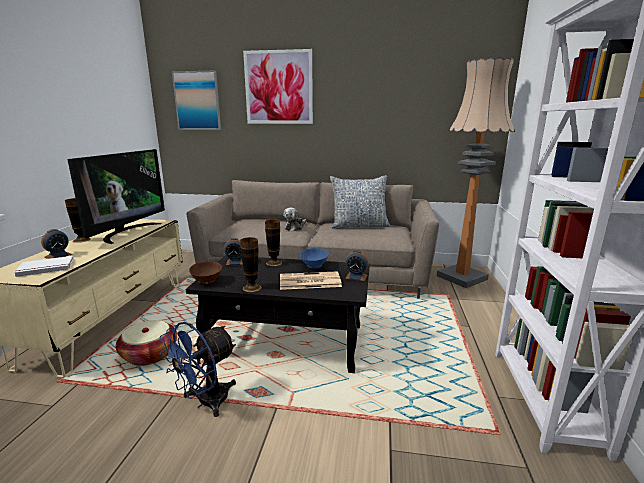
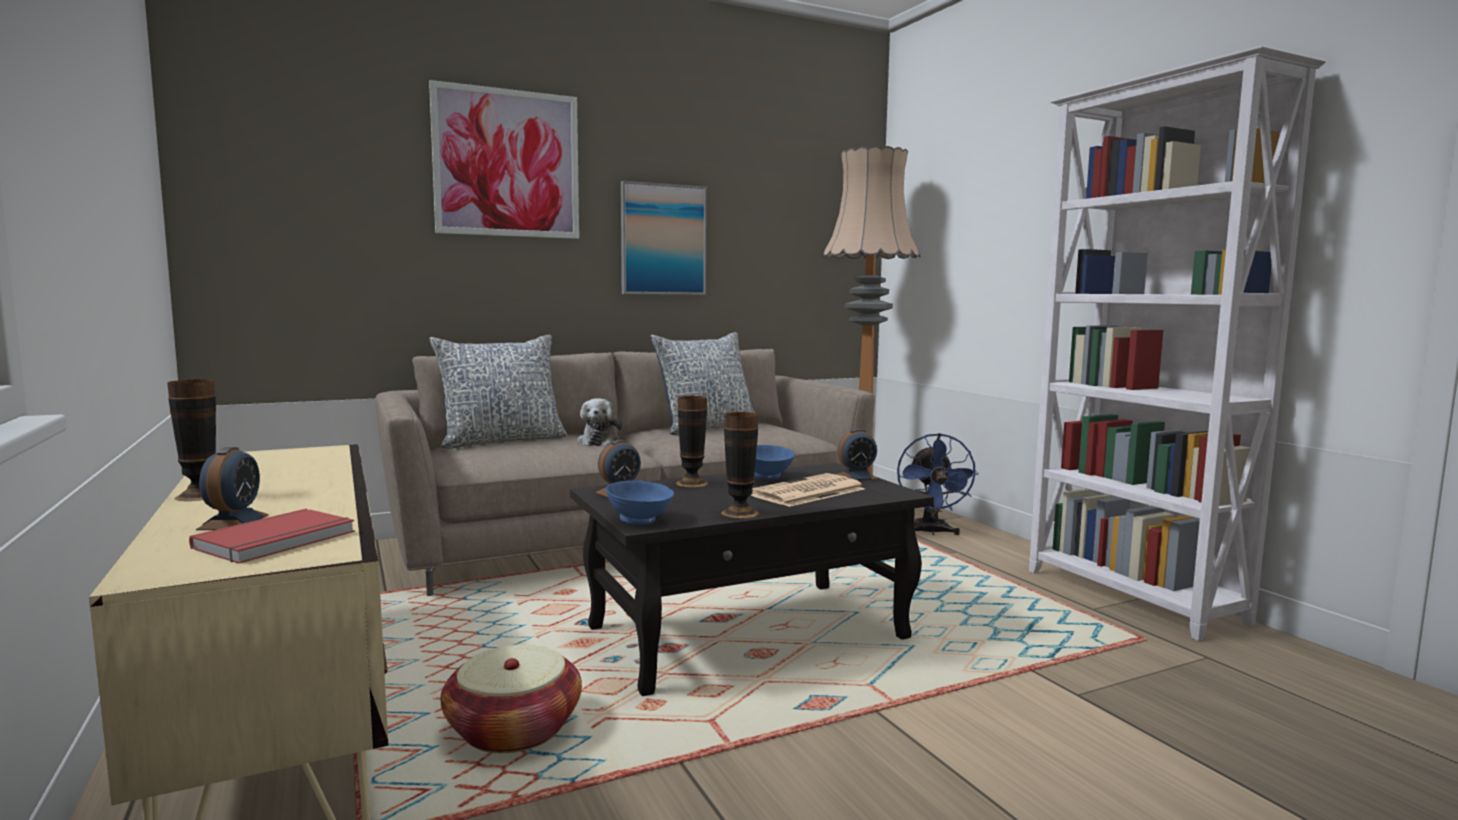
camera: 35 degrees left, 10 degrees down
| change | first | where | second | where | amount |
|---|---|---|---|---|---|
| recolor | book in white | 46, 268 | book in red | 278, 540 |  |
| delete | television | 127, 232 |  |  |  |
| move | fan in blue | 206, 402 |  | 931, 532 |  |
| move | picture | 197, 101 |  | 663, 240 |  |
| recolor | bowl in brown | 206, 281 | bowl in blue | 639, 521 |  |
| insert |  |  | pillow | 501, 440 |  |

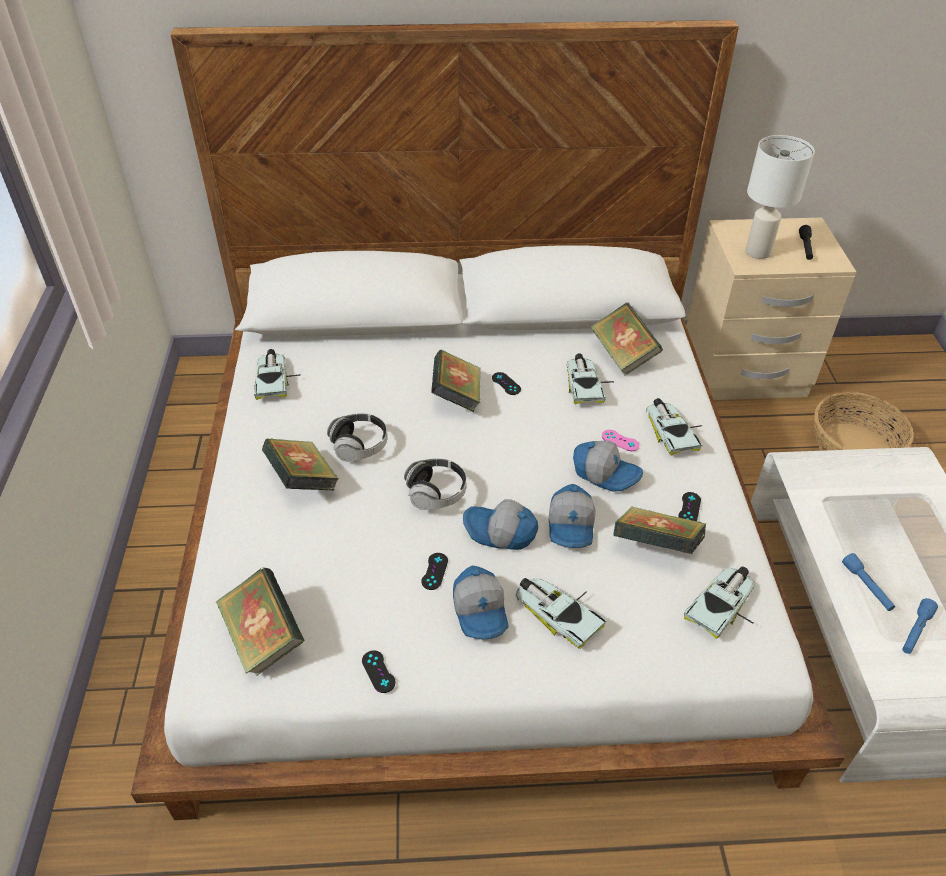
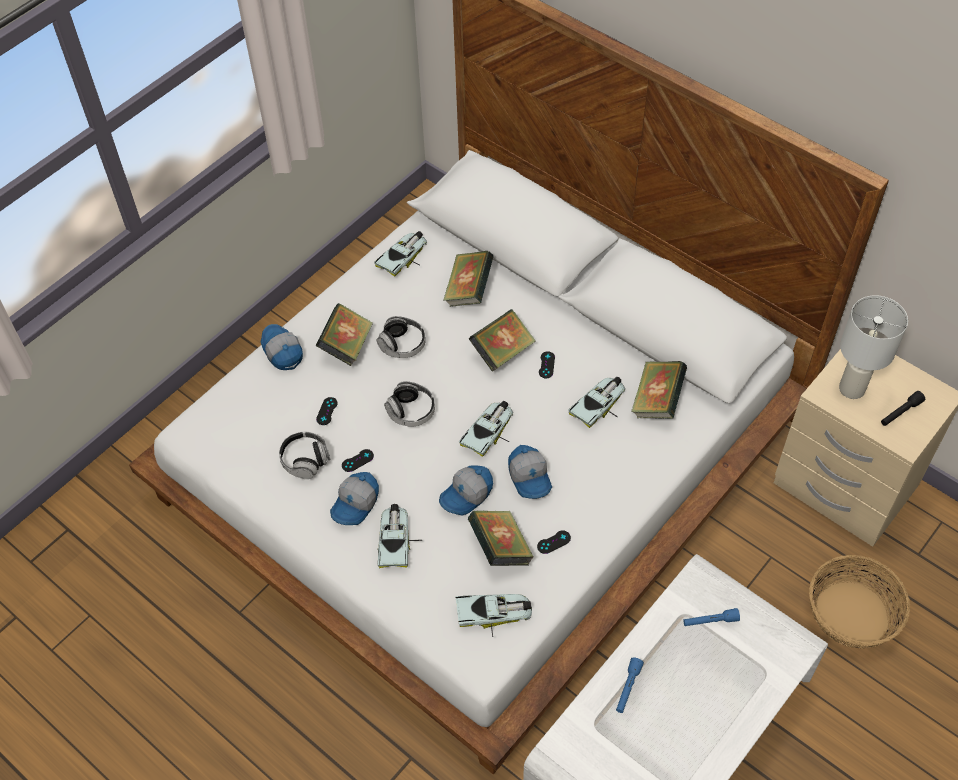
camera: 45 degrees right, 10 degrees up
| change | first | where | second | where | amount |
|---|---|---|---|---|---|
| move | book | 264, 637 |  | 468, 290 |  |
| move | game controller in black | 378, 671 |  | 327, 411 |  |
| move | cap | 500, 532 |  | 281, 352 |  |
| delete | game controller in pink | 620, 440 |  |  |  |
| move | toy car | 671, 431 |  | 489, 430 |  |
| move | flashlight in blue | 915, 631 |  | 710, 621 |  |
| insert |  |  | headphones | 305, 460 |  |

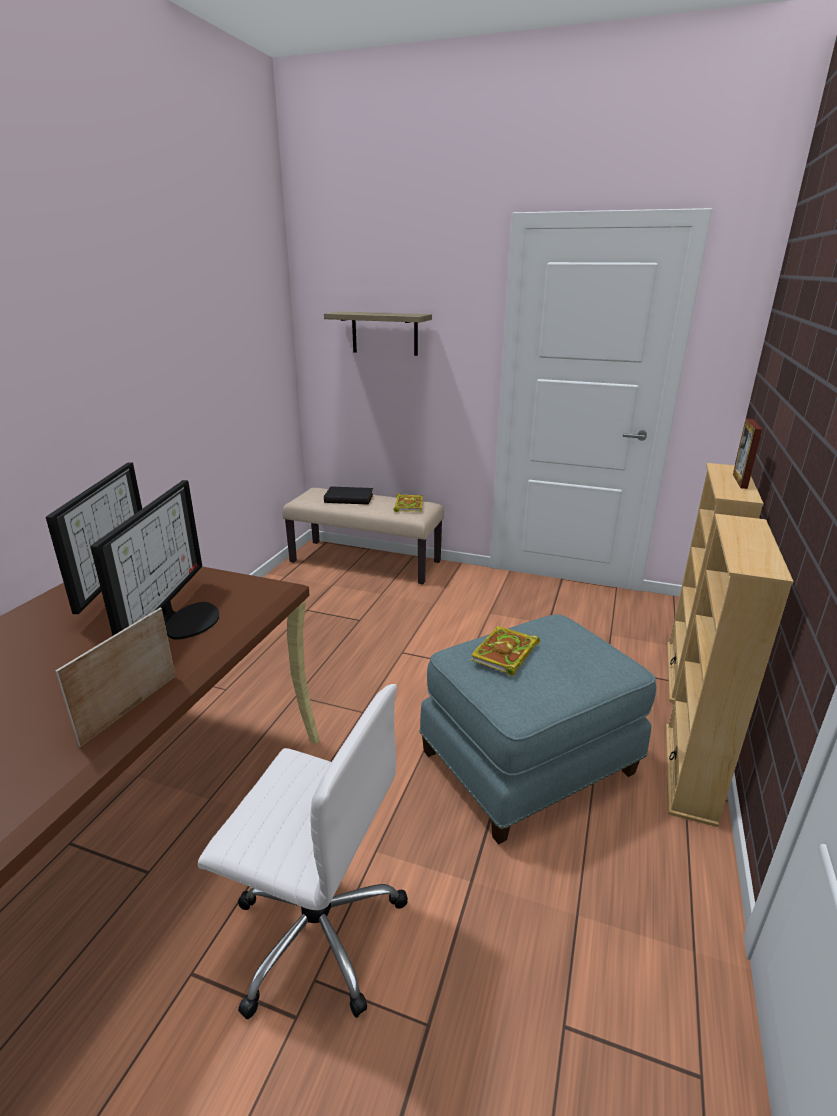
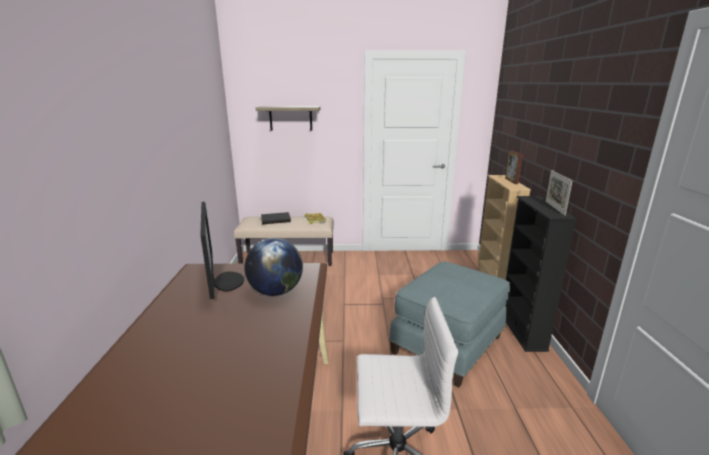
camera: 20 degrees left, 5 degrees down
| change | first | where | second | where | amount |
|---|---|---|---|---|---|
| move | picture frame | 131, 708 |  | 554, 208 |  |
| replace | monitor | 185, 619 | globe | 276, 292 |  |
| delete | book | 505, 654 |  |  |  |
| recolor | bookcase in beige | 689, 772 | bookcase in black | 522, 330 |  |

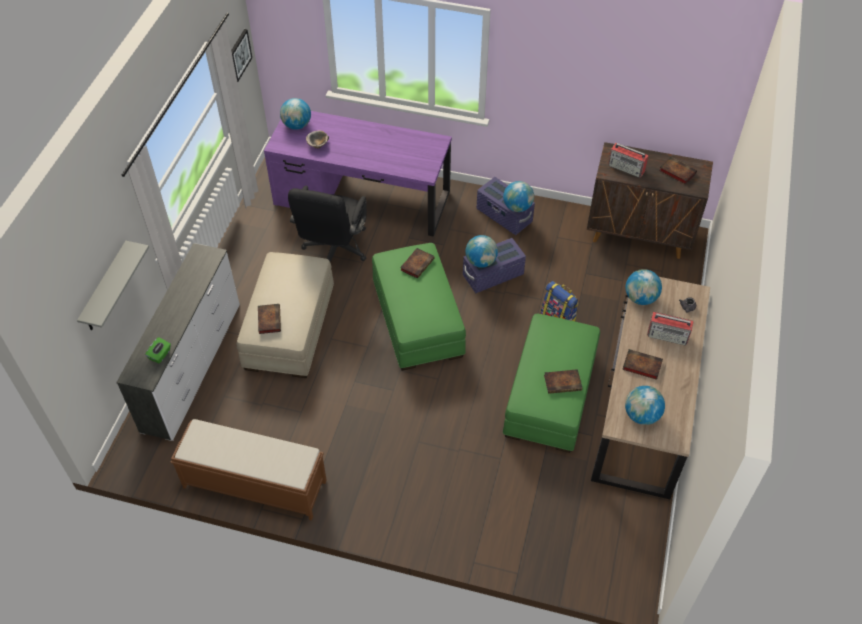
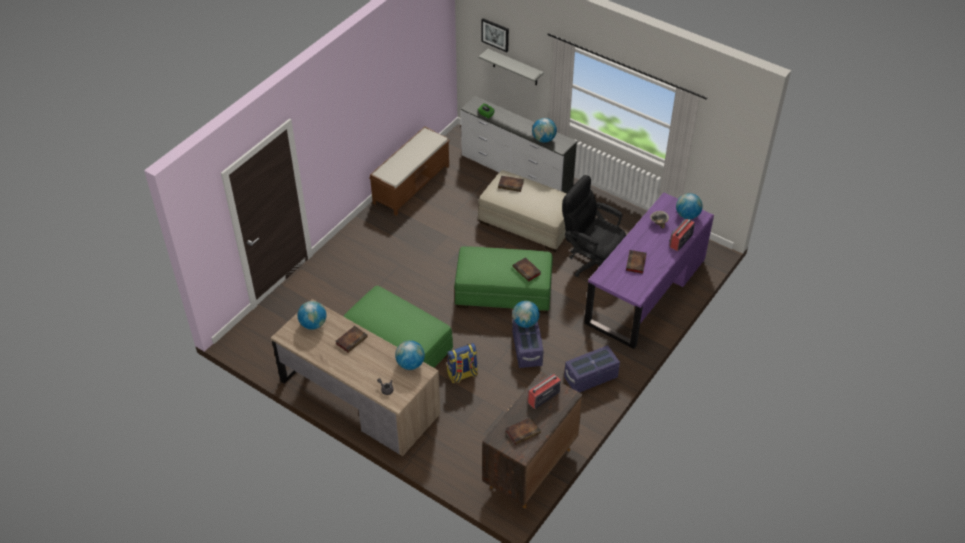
camera: 110 degrees right, 5 degrees down
| change | first | where | second | where | amount |
|---|---|---|---|---|---|
| move | picture | 239, 55 |  | 495, 34 |  |
| move | globe | 517, 207 |  | 543, 139 |  |
| move | book | 563, 382 |  | 636, 263 |  |
| move | radio | 668, 335 |  | 680, 241 |  |

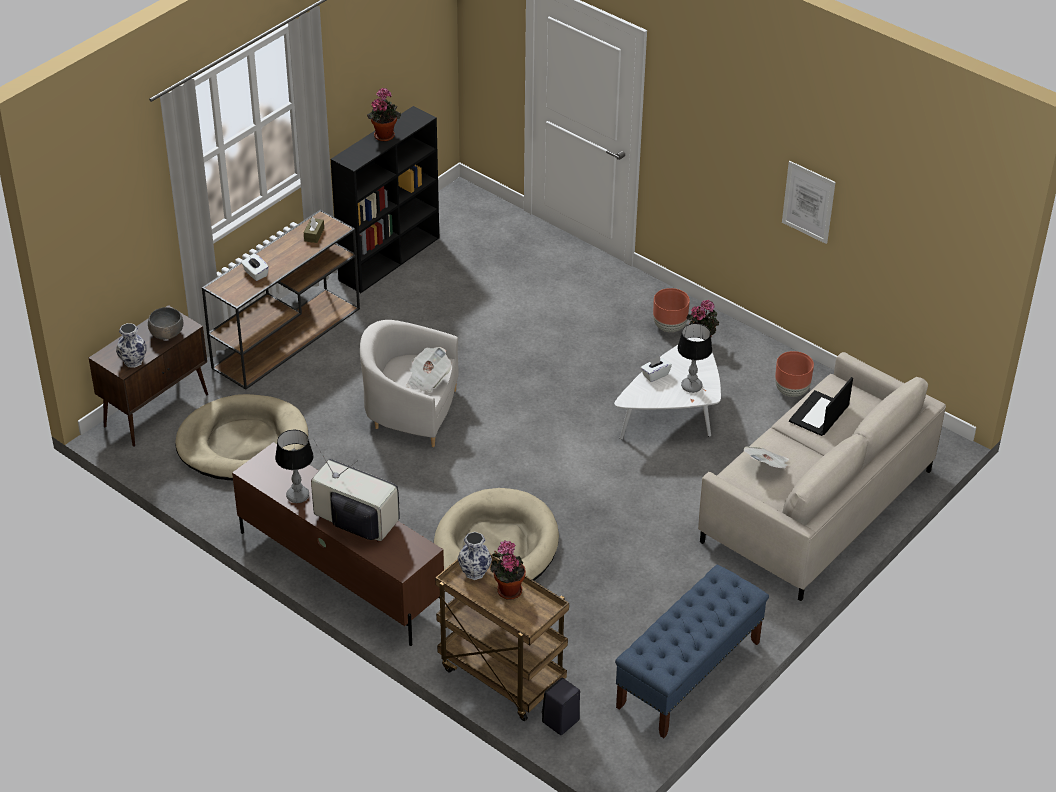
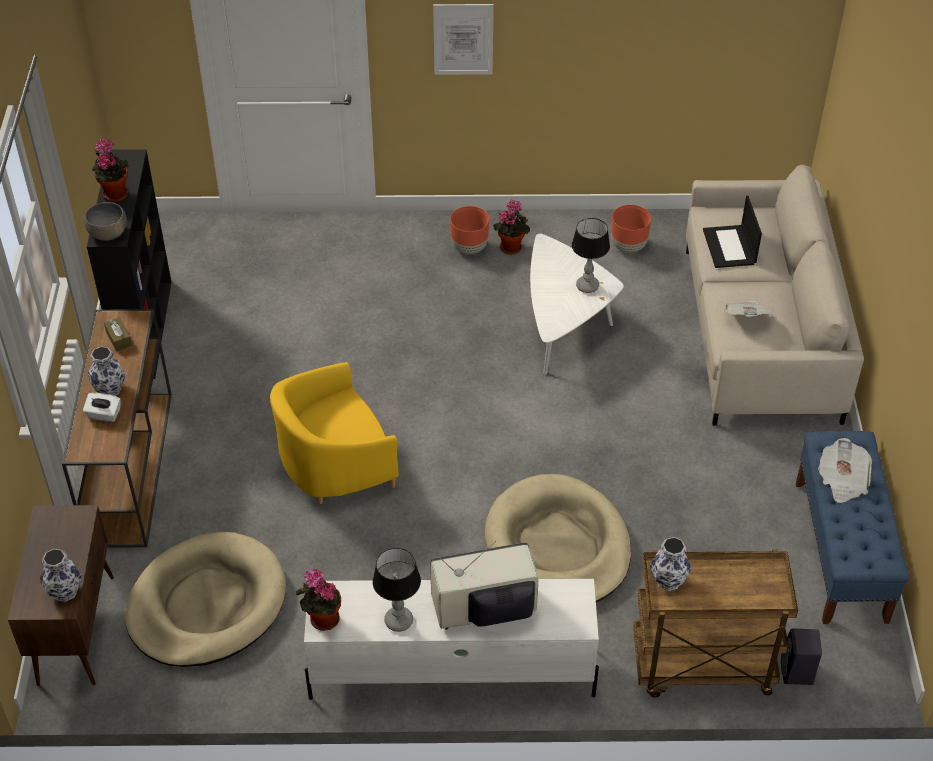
camera: 40 degrees left, 5 degrees up
| change | first | where | second | where | amount |
|---|---|---|---|---|---|
| move | bowl in grey | 166, 333 |  | 108, 233 |  |
| recolor | tv stand in brown | 339, 573 | tv stand in white | 450, 671 |  |
| recolor | armchair in white | 410, 412 | armchair in yellow | 335, 466 |  |
| move | newspaper | 427, 379 |  | 842, 481 |  |
| move | potted plant | 507, 589 |  | 321, 619 |  |
| delete | tissue box in white | 655, 375 |  |  |  |
| move | picture | 808, 202 |  | 463, 39 |  |
| insert |  |  | vase | 110, 389 |  |

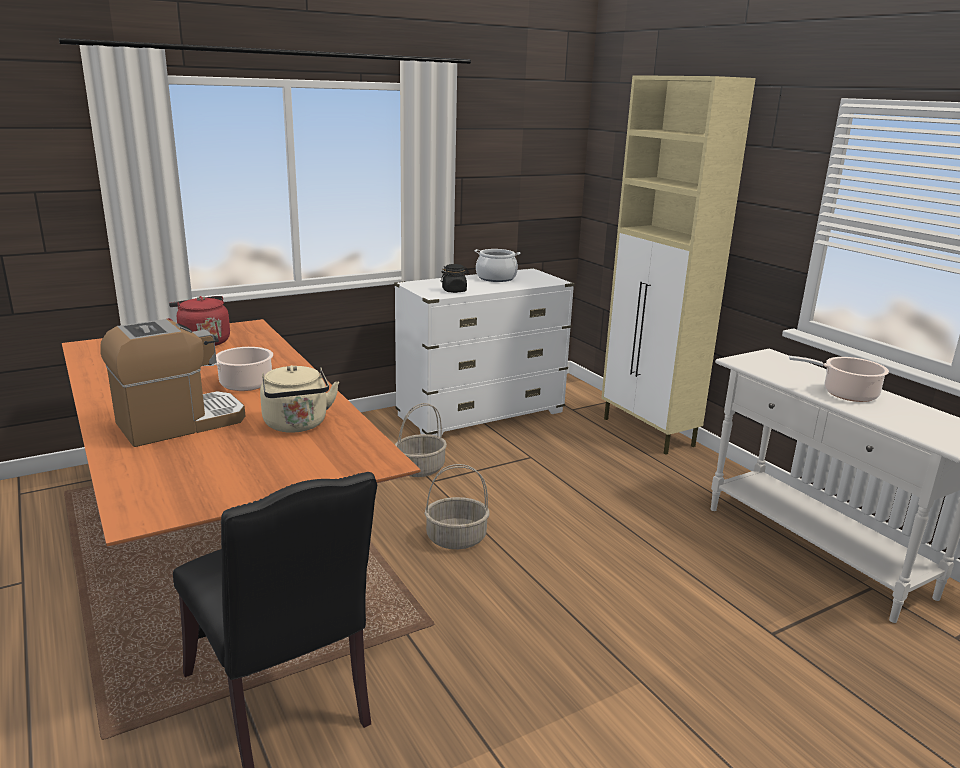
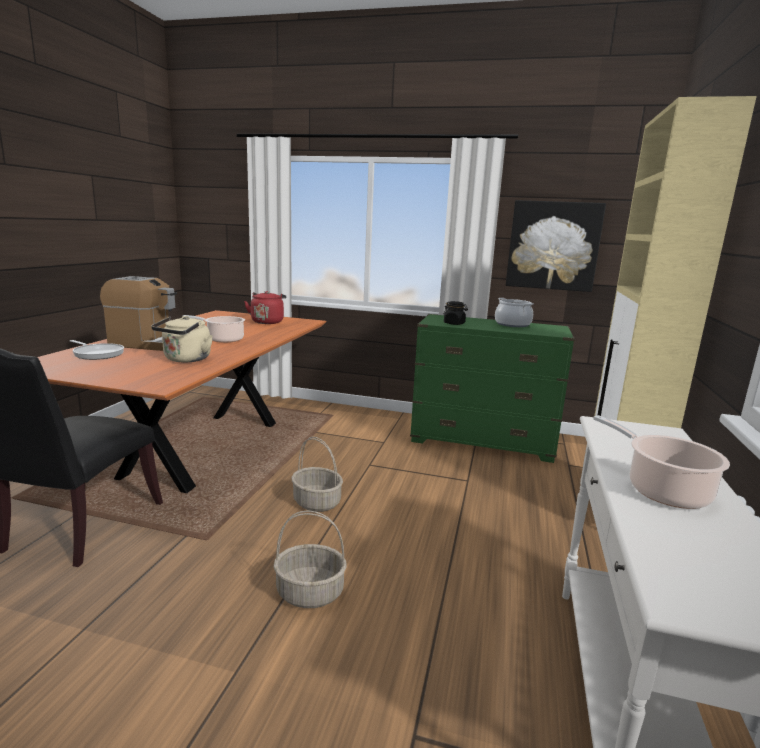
camera: 45 degrees right, 5 degrees down
| change | first | where | second | where | amount |
|---|---|---|---|---|---|
| recolor | dresser in white | 481, 415 | dresser in green | 482, 441 |  |
| move | basket | 420, 468 |  | 310, 592 |  |
| insert |  |  | frying pan | 97, 354 |  |
| insert |  |  | picture | 553, 246 |  |

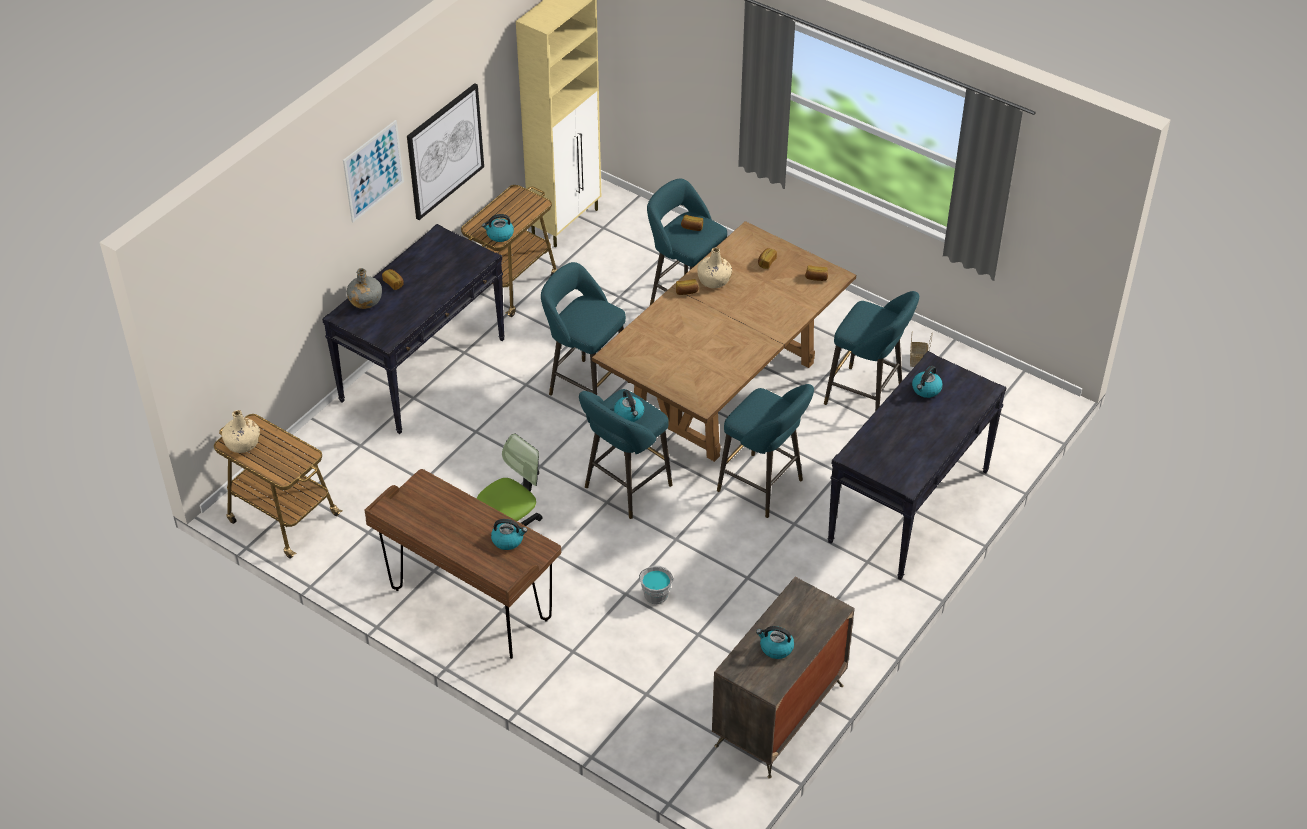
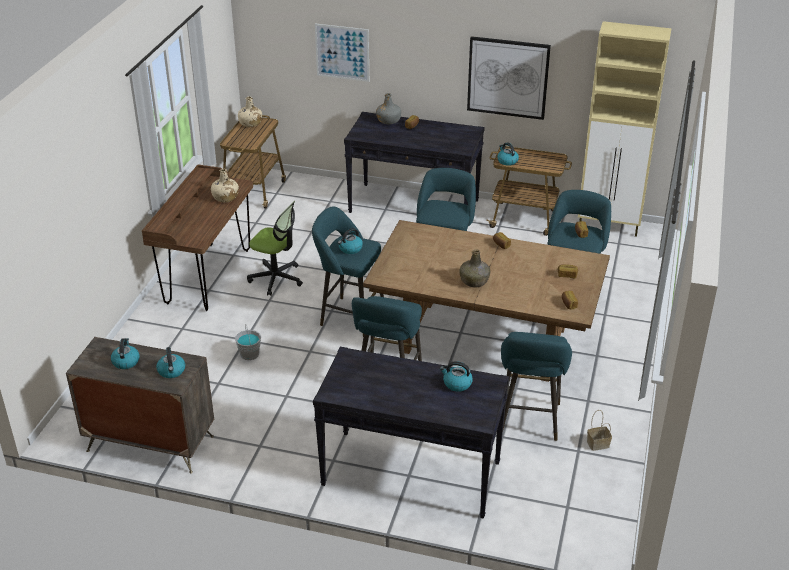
camera: 70 degrees right, 10 degrees down
| change | first | where | second | where | amount |
|---|---|---|---|---|---|
| move | picture | 373, 171 |  | 342, 52 |  |
| move | kettle | 508, 540 |  | 171, 371 |  |
| move | bottle in beige | 714, 280 |  | 225, 198 |  |
| insert |  |  | bottle in green | 474, 281 |  |

